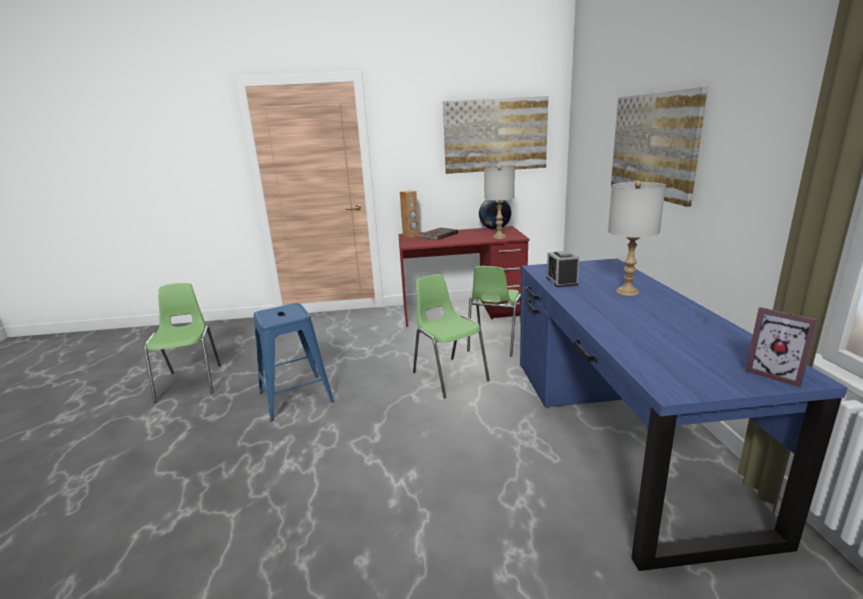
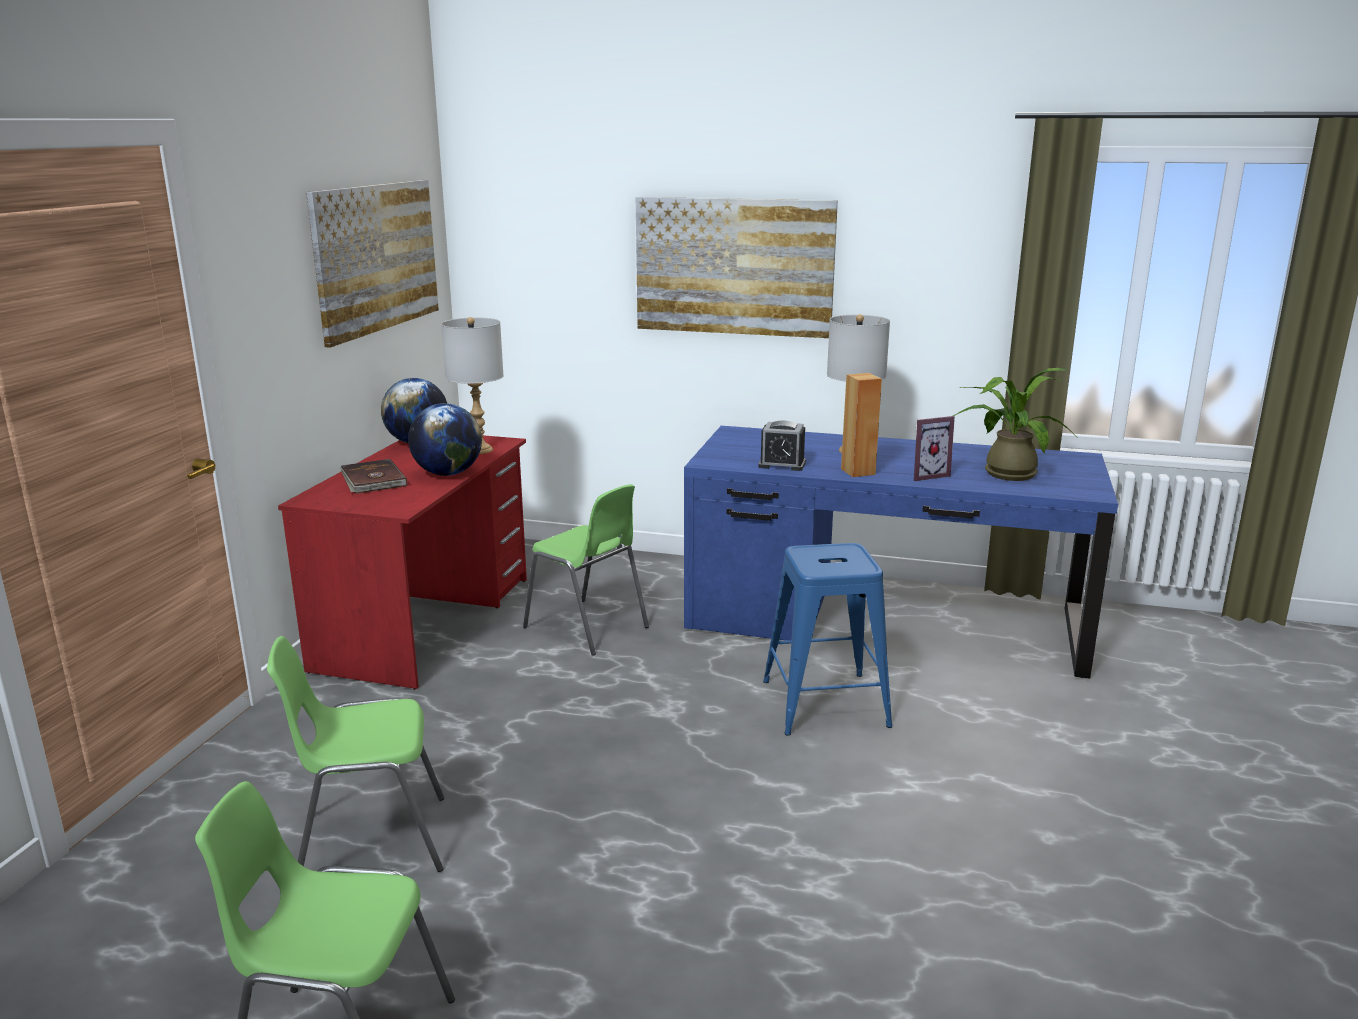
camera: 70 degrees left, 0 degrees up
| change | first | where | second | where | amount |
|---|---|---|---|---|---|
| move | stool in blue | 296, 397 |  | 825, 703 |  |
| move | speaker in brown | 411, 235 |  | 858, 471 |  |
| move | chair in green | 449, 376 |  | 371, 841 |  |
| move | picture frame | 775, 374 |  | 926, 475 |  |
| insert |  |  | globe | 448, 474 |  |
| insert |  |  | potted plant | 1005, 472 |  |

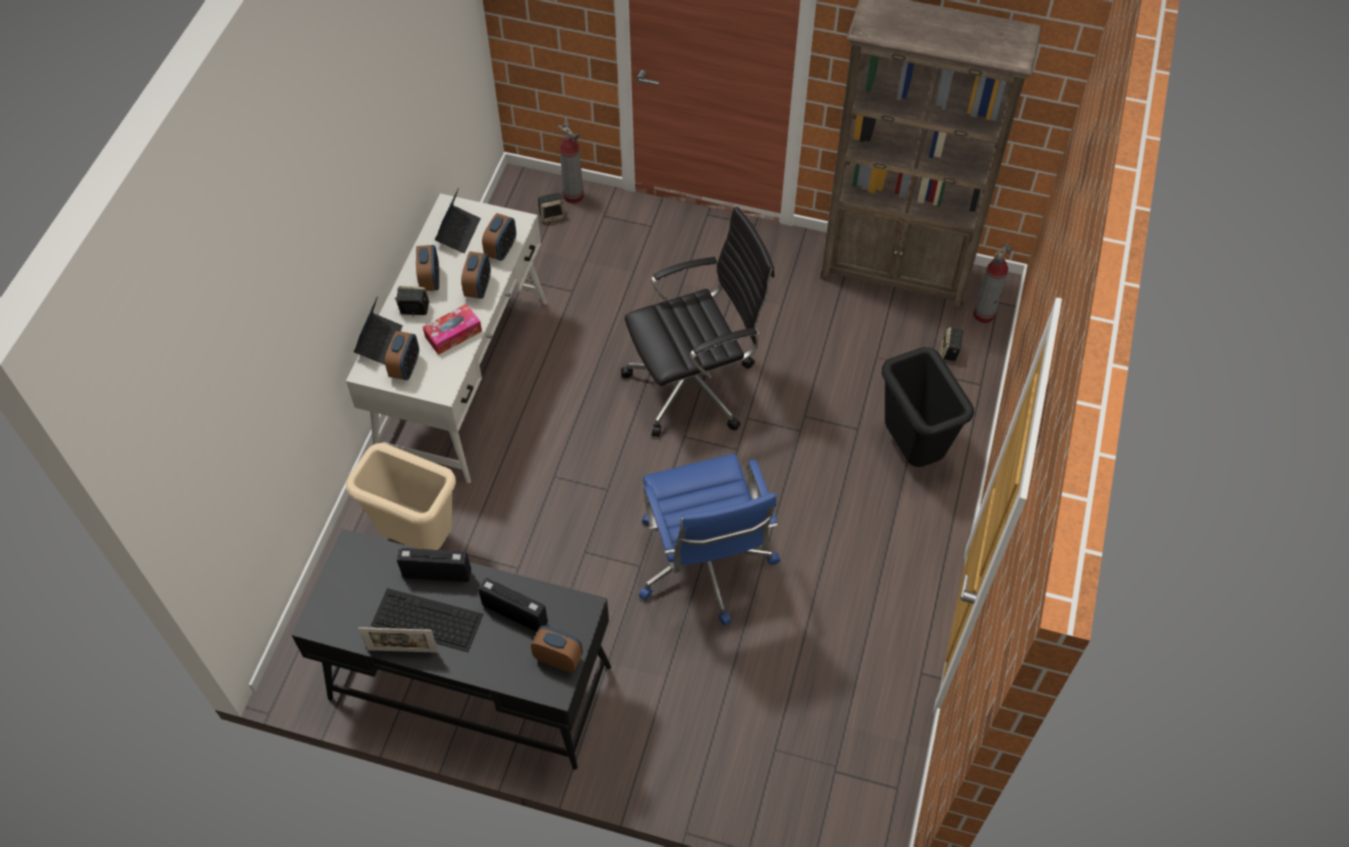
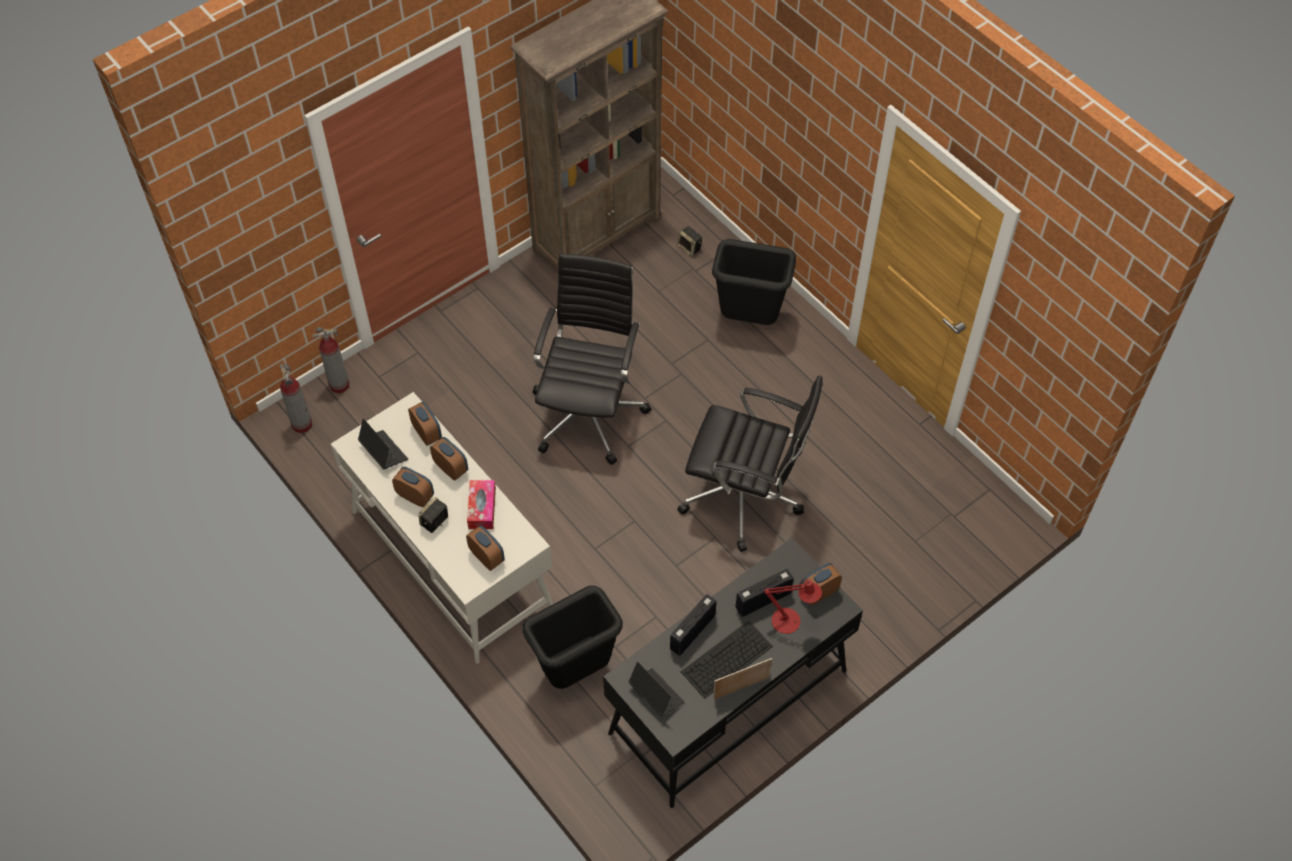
camera: 55 degrees left, 0 degrees up
| change | first | where | second | where | amount |
|---|---|---|---|---|---|
| recolor | trash can in beige | 417, 537 | trash can in black | 575, 671 |  |
| move | laptop | 379, 342 |  | 656, 694 |  |
| rotate | picture frame | 403, 650 |  | 741, 688 | 150 degrees counterclockwise |
| delete | speaker | 552, 215 |  |  |  |
| recolor | office chair in blue | 704, 565 | office chair in black | 745, 497 |  |
| move | fire extinguisher | 984, 314 |  | 302, 424 |  |
| insert |  |  | table lamp in red | 790, 621 |  |

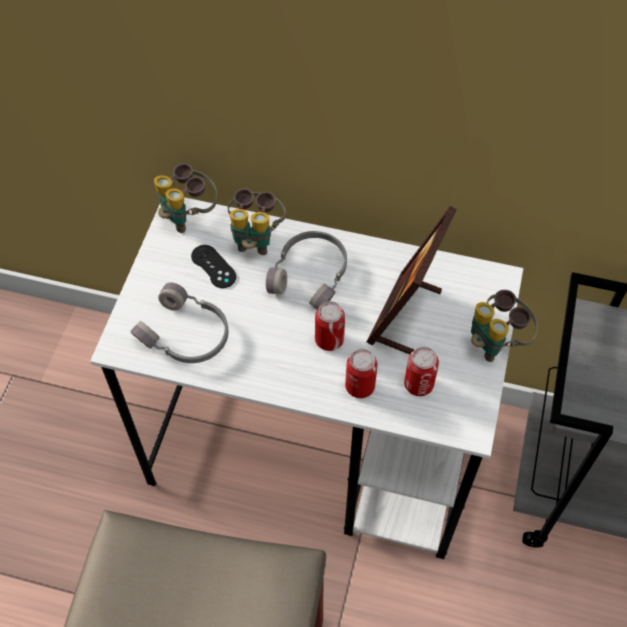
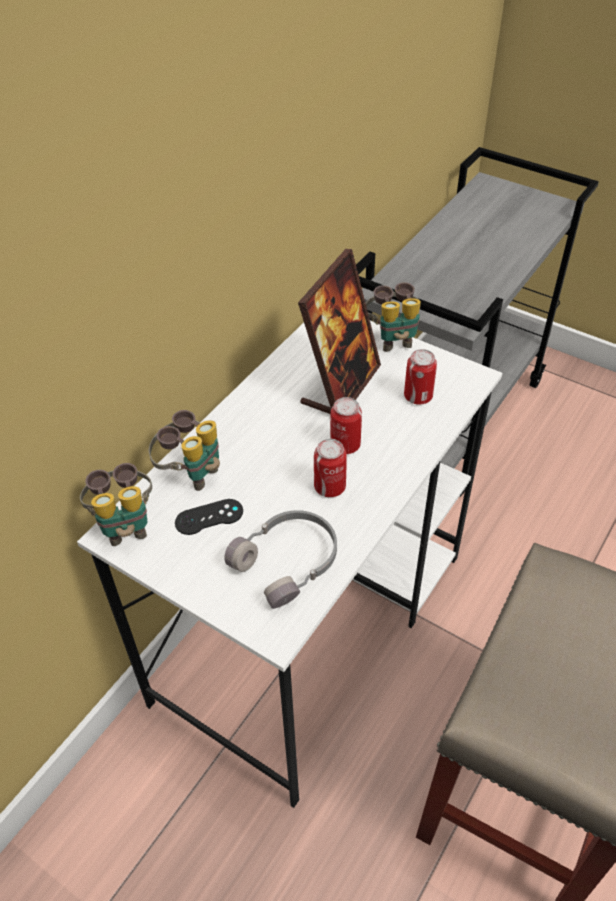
camera: 70 degrees left, 10 degrees down
| change | first | where | second | where | amount |
|---|---|---|---|---|---|
| delete | headphones in grey | 311, 275 |  |  |  |
| move | can | 360, 386 |  | 330, 487 |  |
| rotate | picture frame | 405, 315 |  | 340, 386 | 105 degrees counterclockwise |

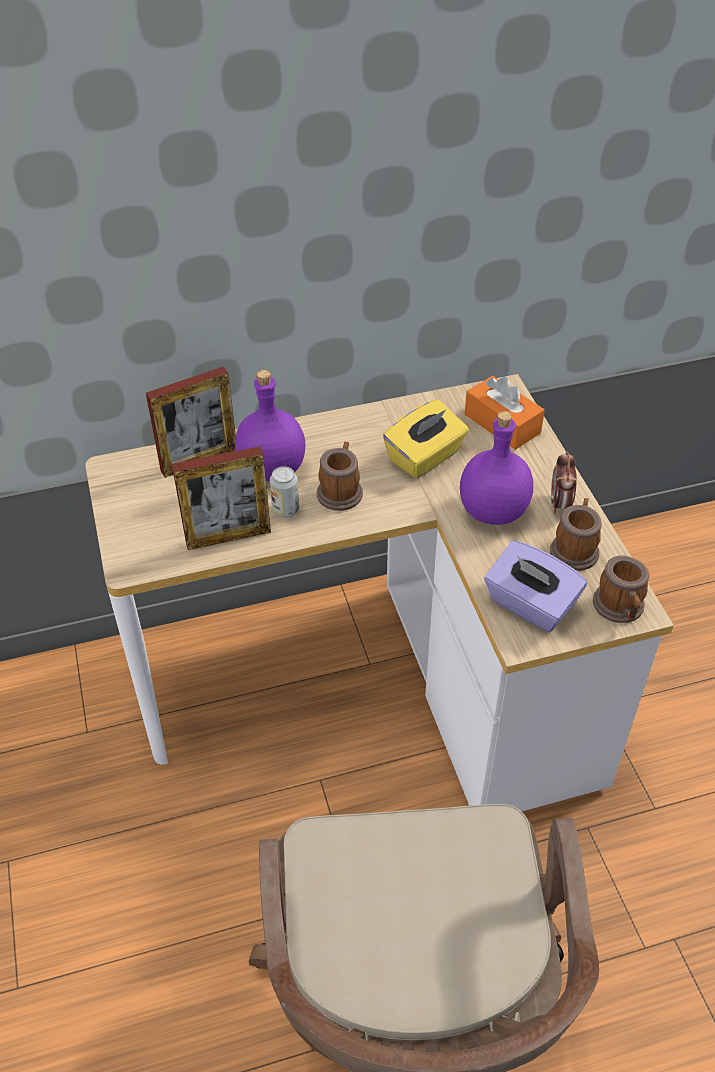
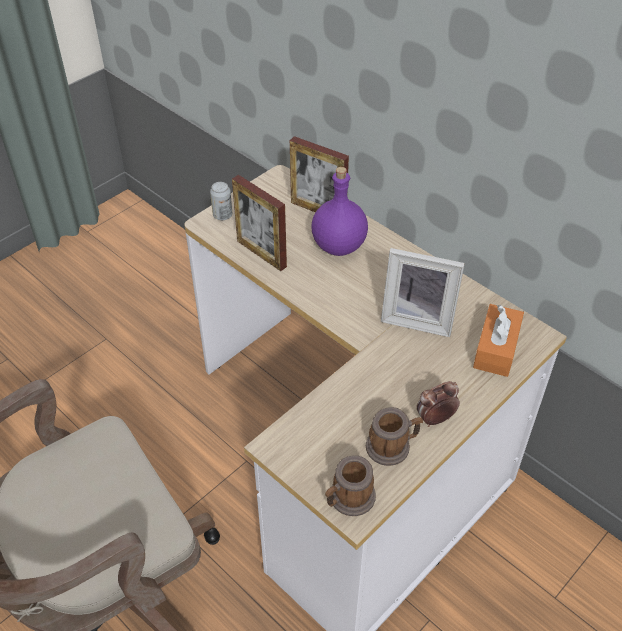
camera: 60 degrees right, 0 degrees up
| change | first | where | second | where | amount |
|---|---|---|---|---|---|
| move | can | 285, 510 |  | 222, 215 |  |
| delete | mug | 340, 490 |  |  |  |
| replace | tissue box in yellow | 425, 457 | picture frame | 418, 318 |  |
| delete | bottle in purple | 492, 510 |  |  |  |
| delete | tissue box in purple | 530, 605 |  |  |  |

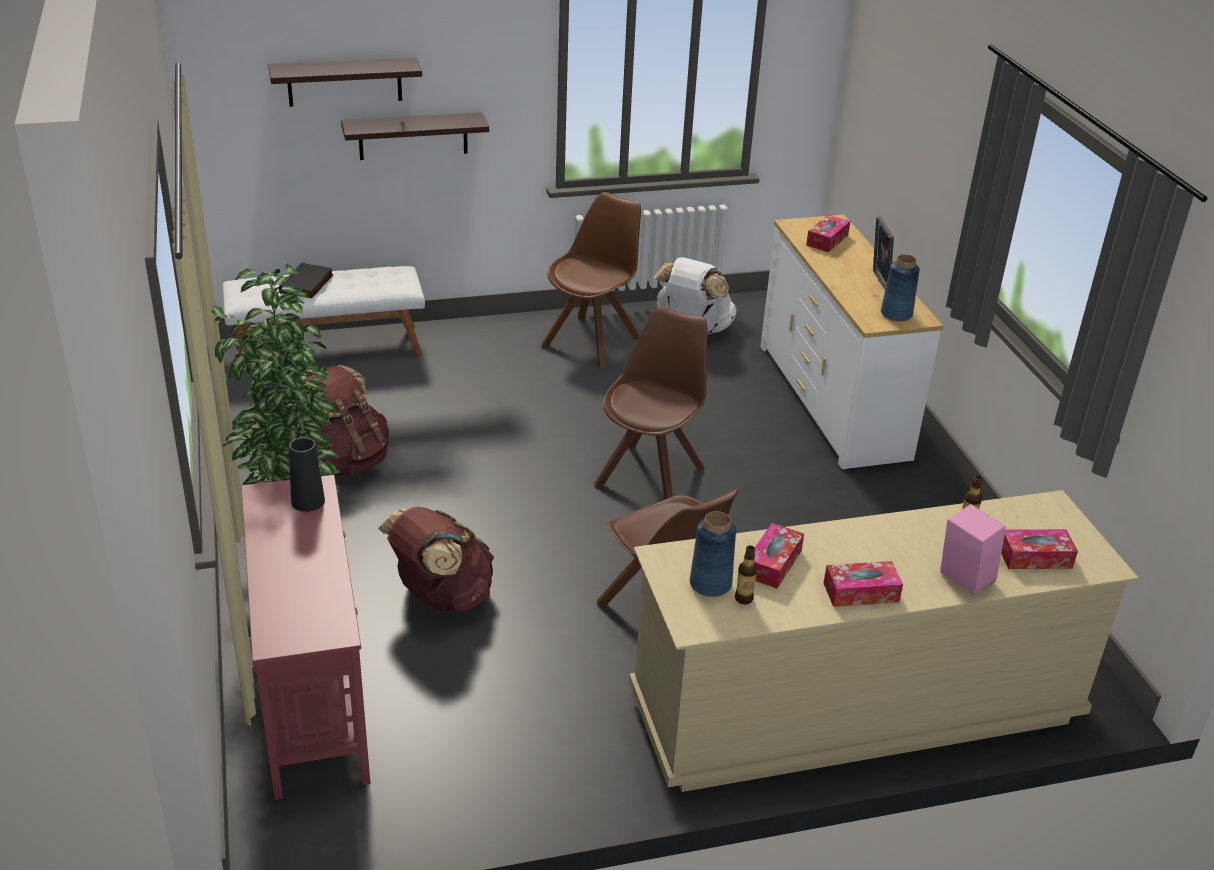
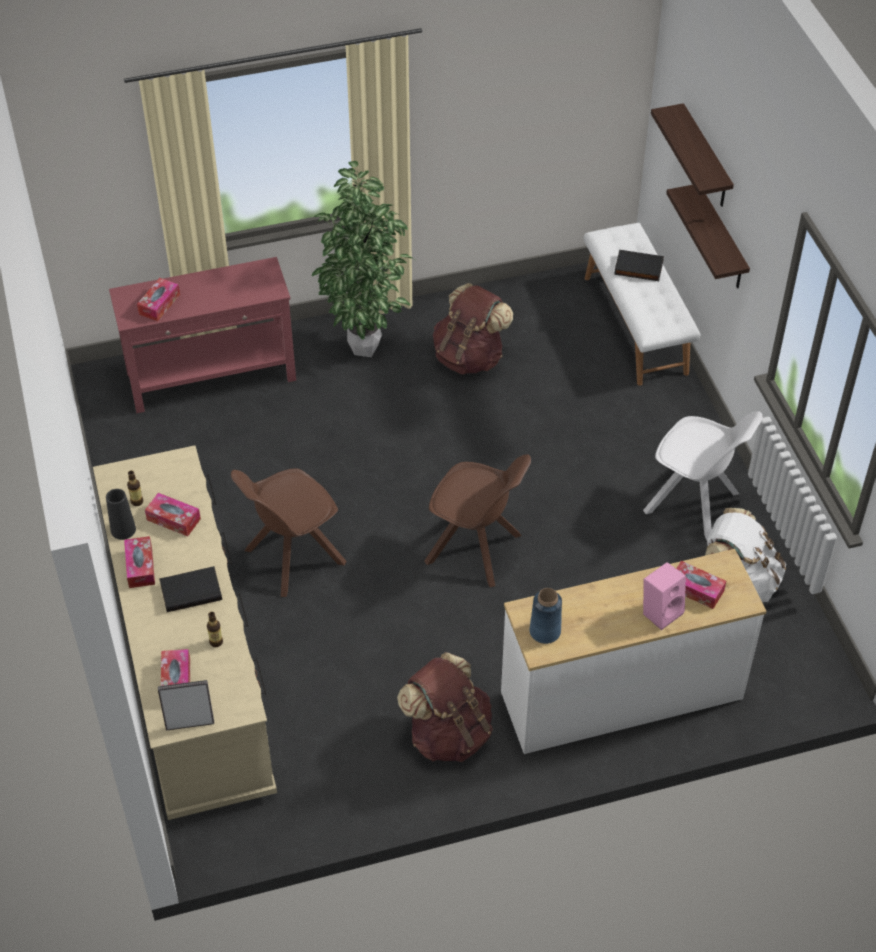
camera: 90 degrees right, 15 degrees up
| change | first | where | second | where | amount |
|---|---|---|---|---|---|
| move | vase in black | 308, 501 |  | 123, 529 |  |
| move | backpack in brown | 441, 596 |  | 448, 734 |  |
| recolor | chair in brown | 593, 341 | chair in white | 694, 504 |  |
| delete | vase in blue | 710, 583 |  |  |  |
| move | picture frame | 878, 281 |  | 190, 723 |  |
| move | speaker in pink | 962, 579 |  | 661, 611 |  |
| insert |  |  | tissue box | 159, 304 |  |
| insert |  |  | book in black | 191, 590 |  |

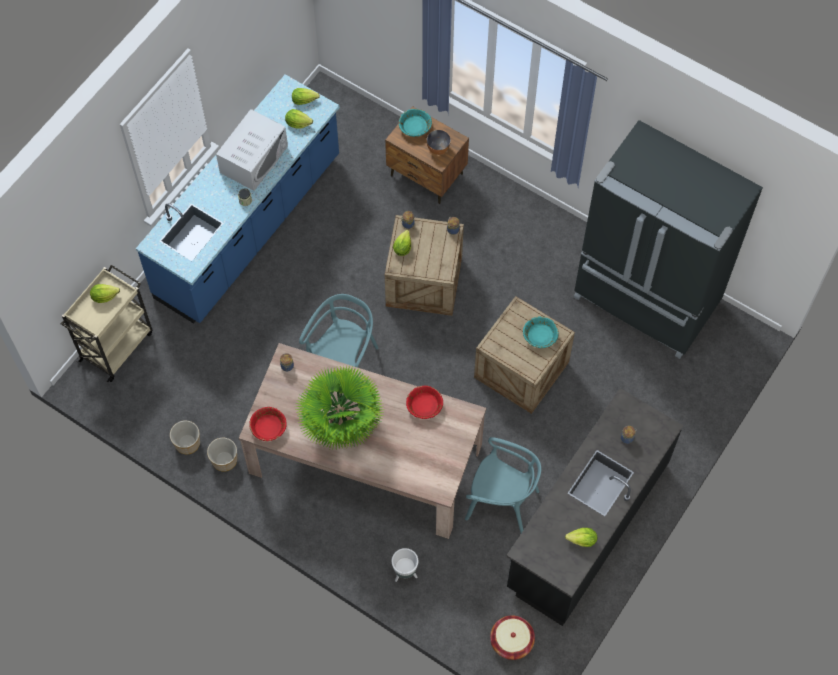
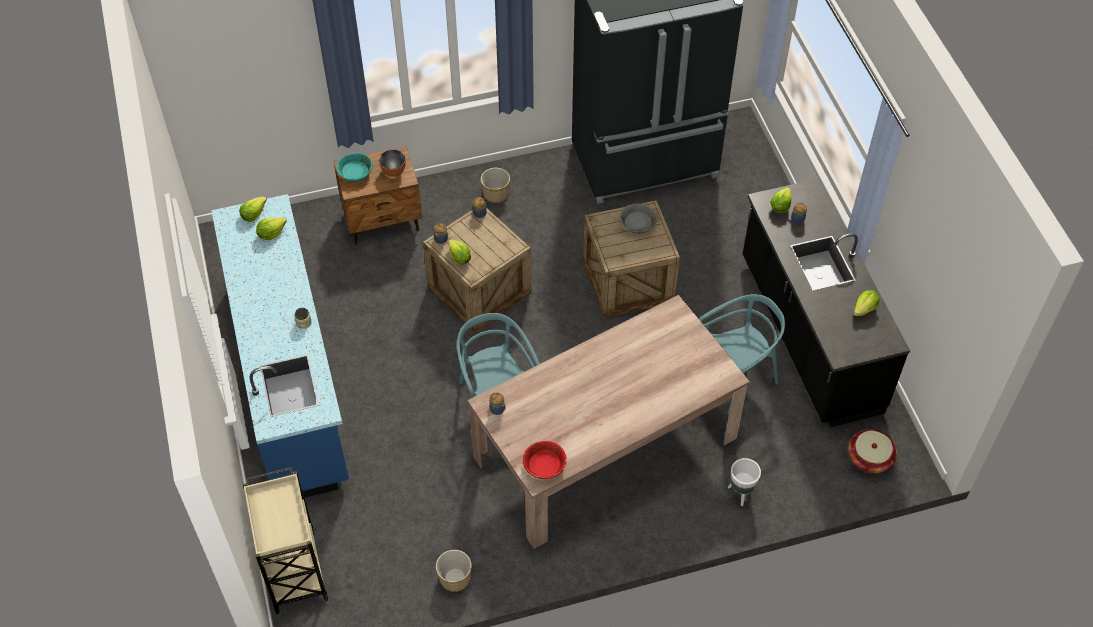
camera: 50 degrees left, 10 degrees down
| change | first | where | second | where | amount |
|---|---|---|---|---|---|
| move | lettuce | 104, 296 |  | 780, 206 |  |
| move | planter | 225, 460 |  | 496, 194 |  |
| delete | microwave in white | 254, 159 |  |  |  |
| delete | potted plant | 341, 423 |  |  |  |
| delete | bowl in red | 424, 405 |  |  |  |
| recolor | bowl in turquoise | 540, 336 | bowl in grey | 638, 223 |  |

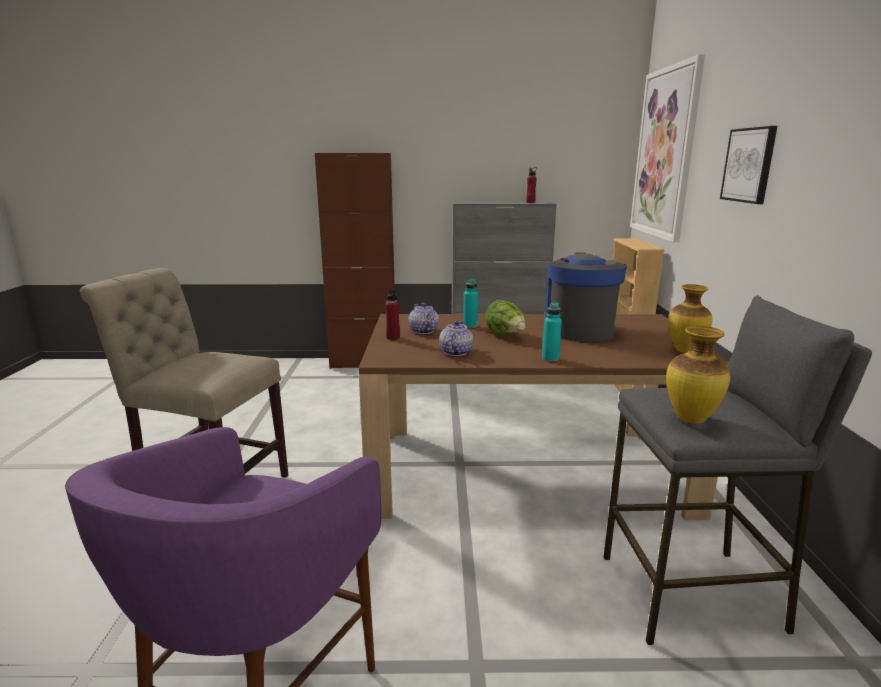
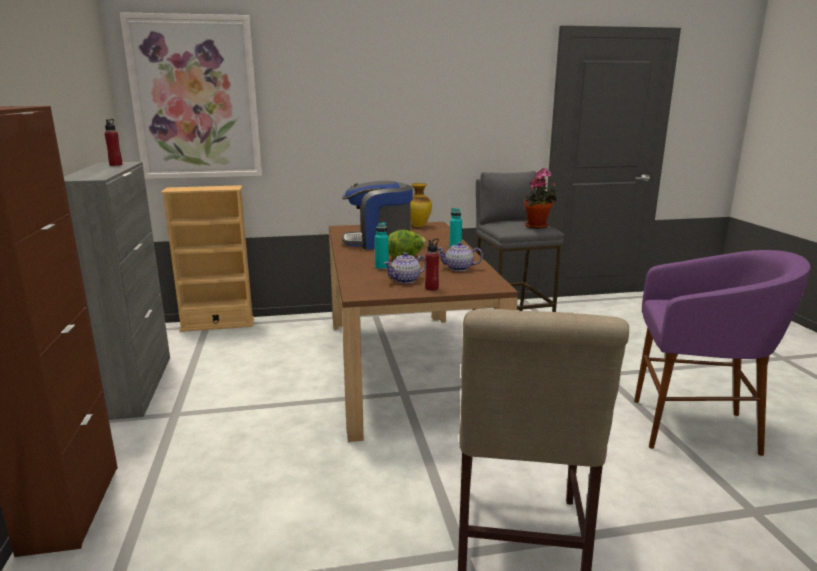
camera: 100 degrees left, 0 degrees up
| change | first | where | second | where | amount |
|---|---|---|---|---|---|
| replace | vase | 690, 419 | potted plant | 538, 227 |  |
| delete | picture | 749, 165 |  |  |  |

